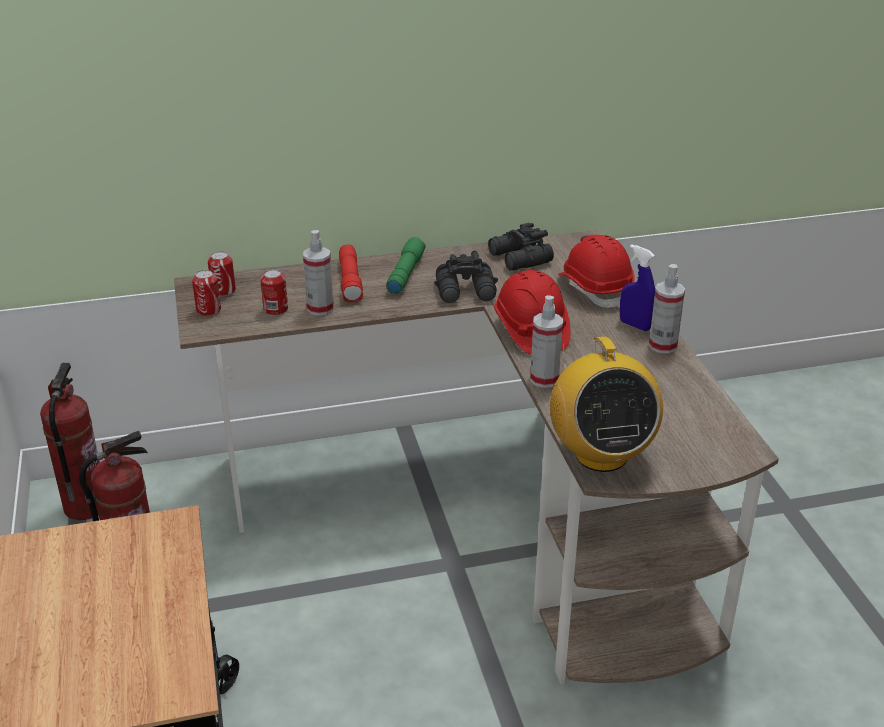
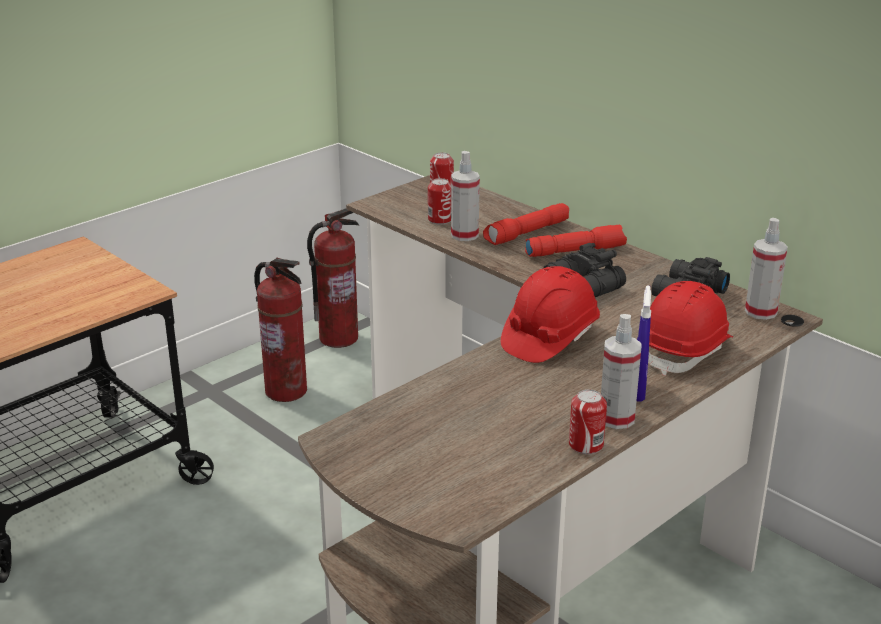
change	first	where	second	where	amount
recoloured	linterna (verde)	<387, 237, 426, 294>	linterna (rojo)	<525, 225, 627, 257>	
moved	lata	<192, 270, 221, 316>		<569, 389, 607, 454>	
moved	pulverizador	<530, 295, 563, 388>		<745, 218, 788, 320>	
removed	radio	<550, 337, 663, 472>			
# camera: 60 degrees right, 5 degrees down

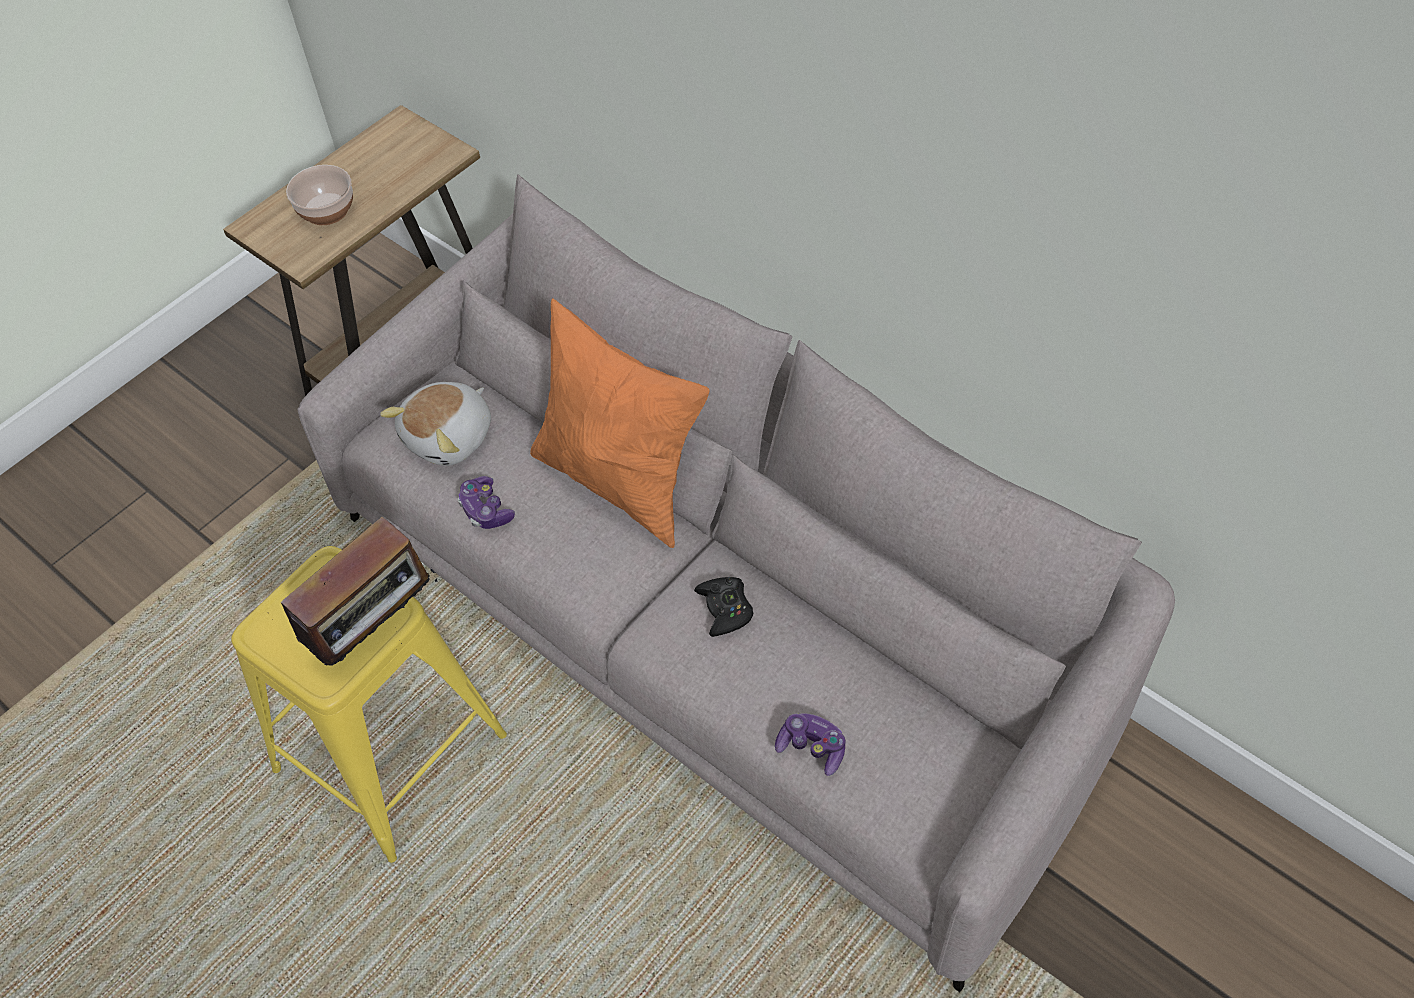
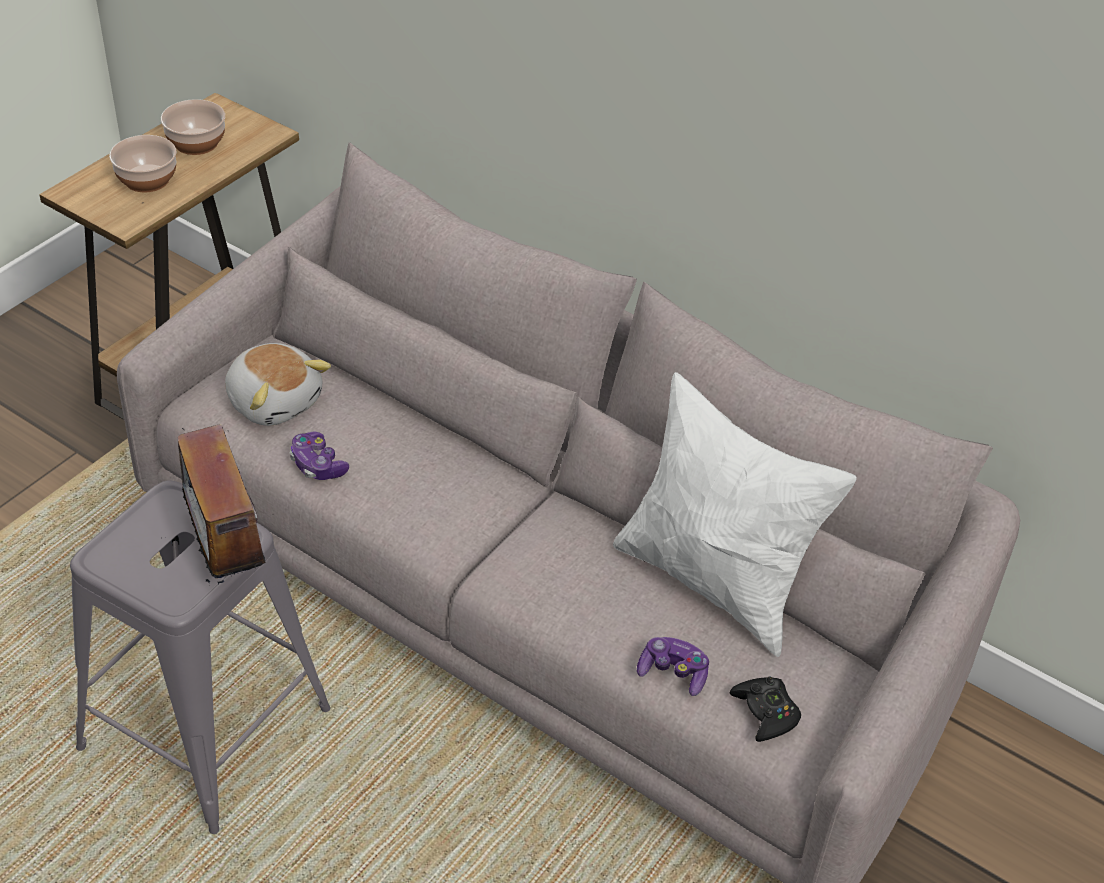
change	first	where	second	where	amount
recoloured	taburete (amarillo)	<231, 546, 507, 863>	taburete (gris)	<70, 480, 330, 834>	
added			cuenco	<161, 99, 225, 155>	
turned	radio	<281, 517, 437, 666>		<178, 424, 275, 585>	120 degrees clockwise
turned	peluche	<380, 382, 491, 466>		<225, 343, 331, 426>	75 degrees counterclockwise
added			cojín (blanco)	<613, 372, 857, 657>	
moved	mando de consola (negro)	<694, 577, 753, 637>		<730, 677, 801, 742>	
removed	cojín (naranja)	<530, 299, 709, 548>			
# camera: 10 degrees left, 10 degrees down

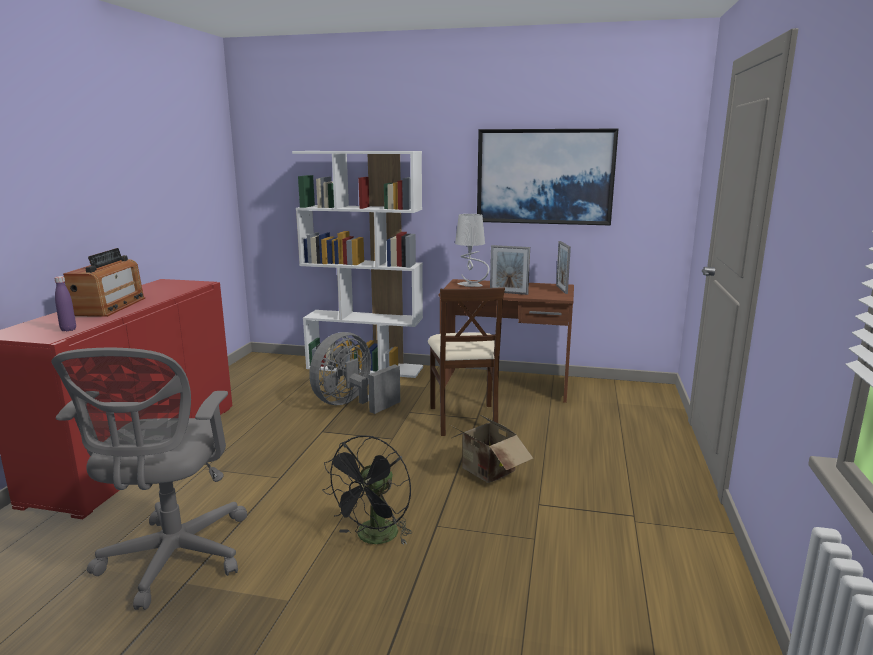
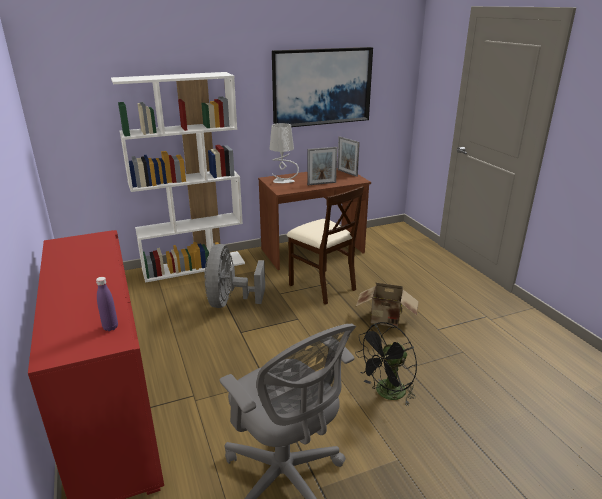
change	first	where	second	where	amount
turned	ventilador (negro)	<322, 435, 412, 545>		<355, 322, 417, 406>	60 degrees clockwise
removed	radio	<63, 248, 145, 317>			
# camera: 35 degrees left, 10 degrees up

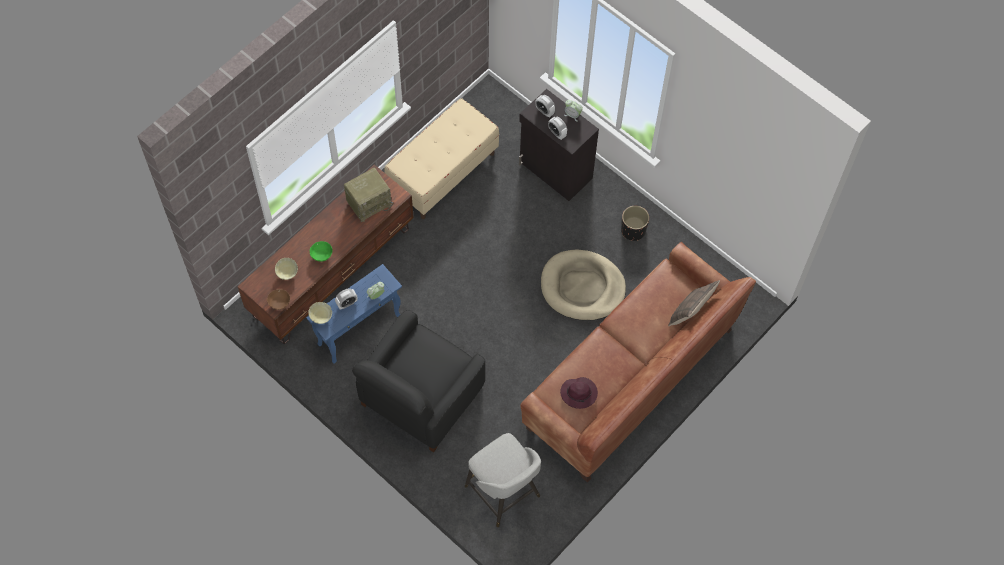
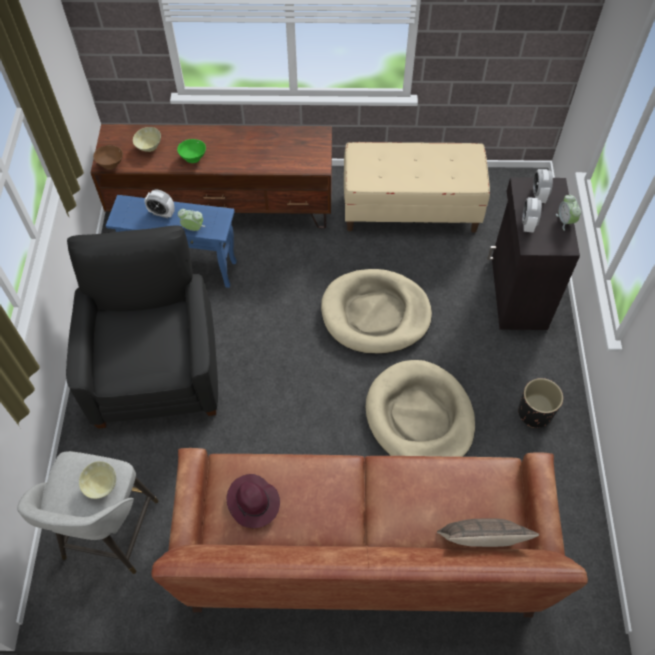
change	first	where	second	where	amount
turned	sillón (negro)	<352, 310, 486, 452>		<66, 225, 218, 429>	90 degrees clockwise
moved	cuenco (beis)	<309, 302, 332, 324>		<79, 461, 116, 499>	
added			cama para perro (beis)	<321, 269, 432, 354>	
removed	radio	<344, 168, 394, 222>			
# camera: 50 degrees right, 5 degrees down

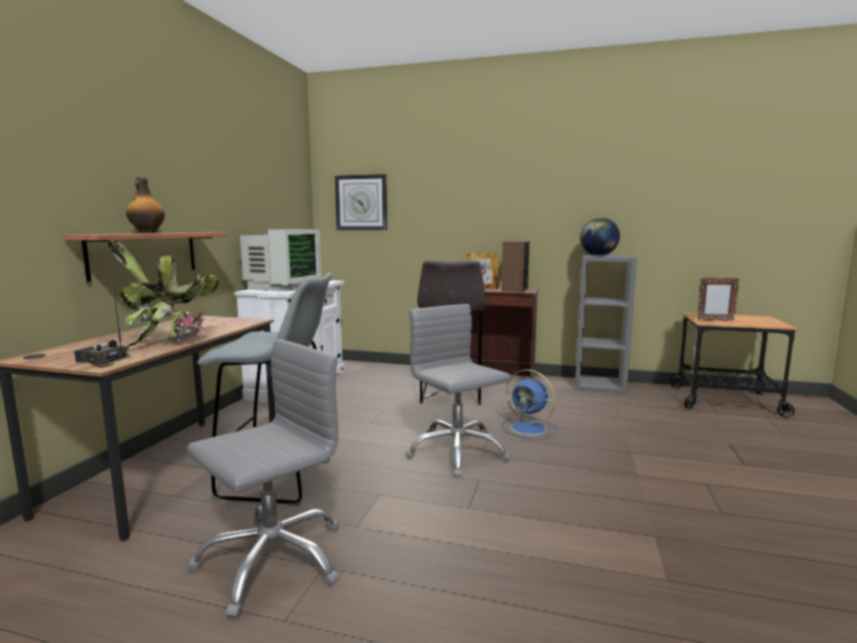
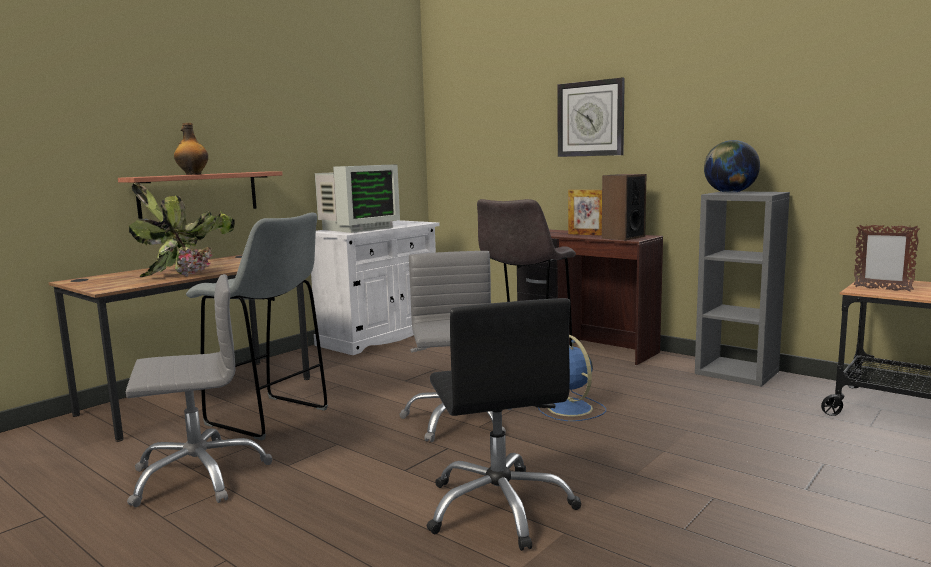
change	first	where	second	where	amount
added			silla de oficina (negro)	<427, 298, 581, 551>	
moved	reloj de pared	<335, 174, 387, 230>		<557, 78, 625, 157>	
removed	radio	<74, 293, 130, 368>			
# camera: 25 degrees right, 0 degrees up

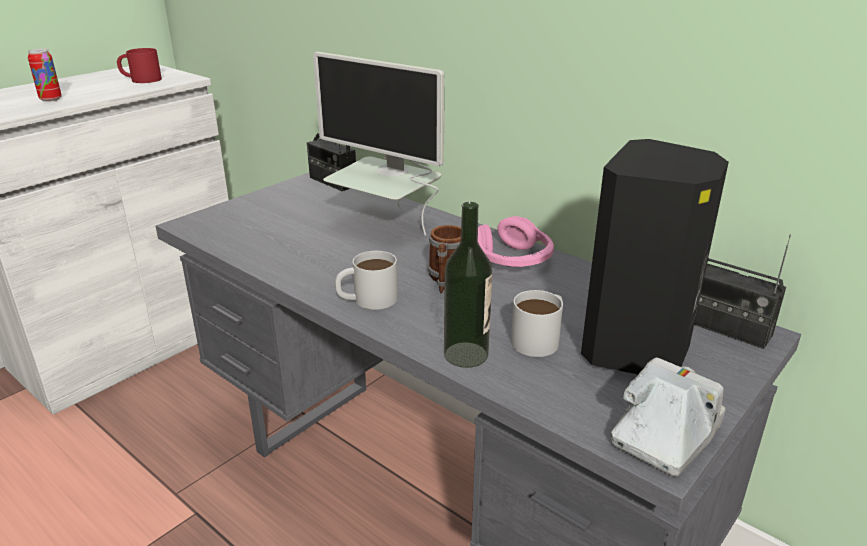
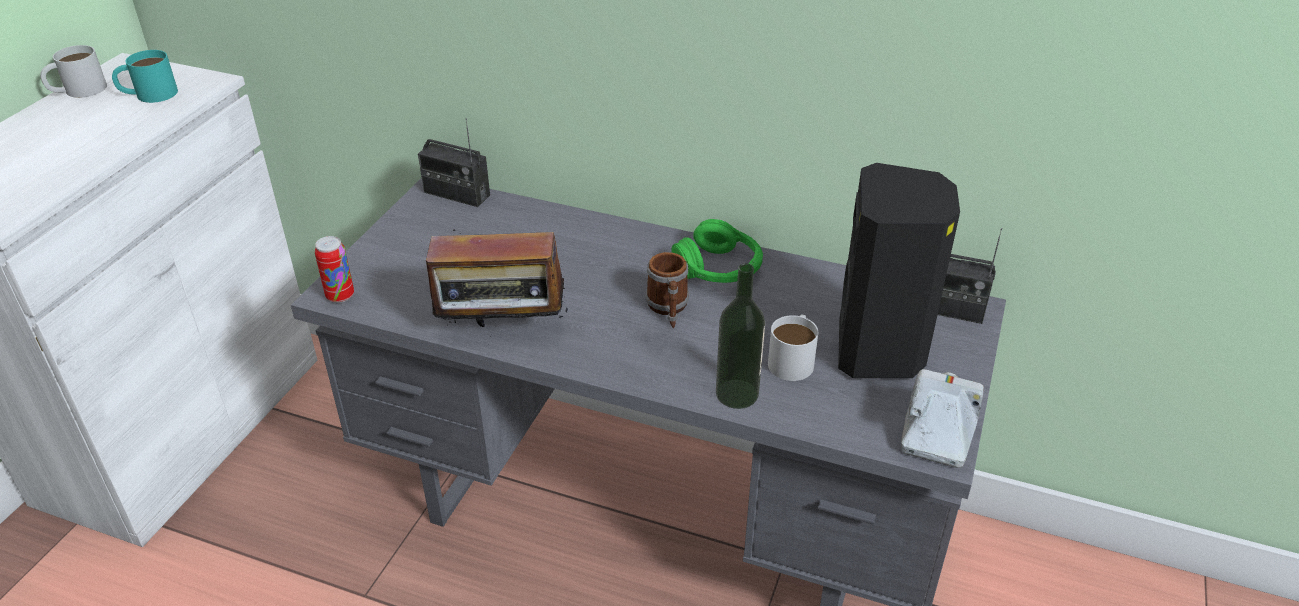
change	first	where	second	where	amount
moved	taza grande (blanco)	<335, 251, 398, 310>		<40, 45, 107, 98>	
recoloured	taza grande (rojo)	<117, 48, 162, 83>	taza grande (turquesa)	<112, 50, 178, 103>	
moved	lata	<28, 49, 62, 102>		<315, 236, 354, 303>	
added			radio	<423, 213, 568, 337>	
recoloured	auriculares (rosa)	<478, 216, 554, 267>	auriculares (verde)	<672, 219, 763, 283>	
removed	monitor	<313, 52, 445, 236>			
# camera: 20 degrees left, 10 degrees up

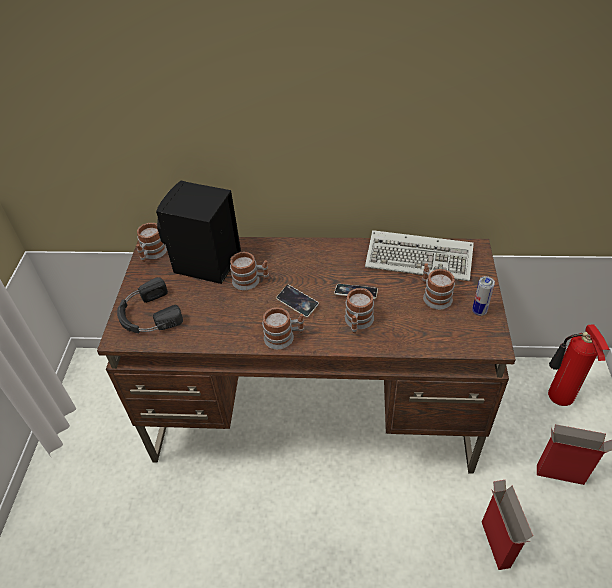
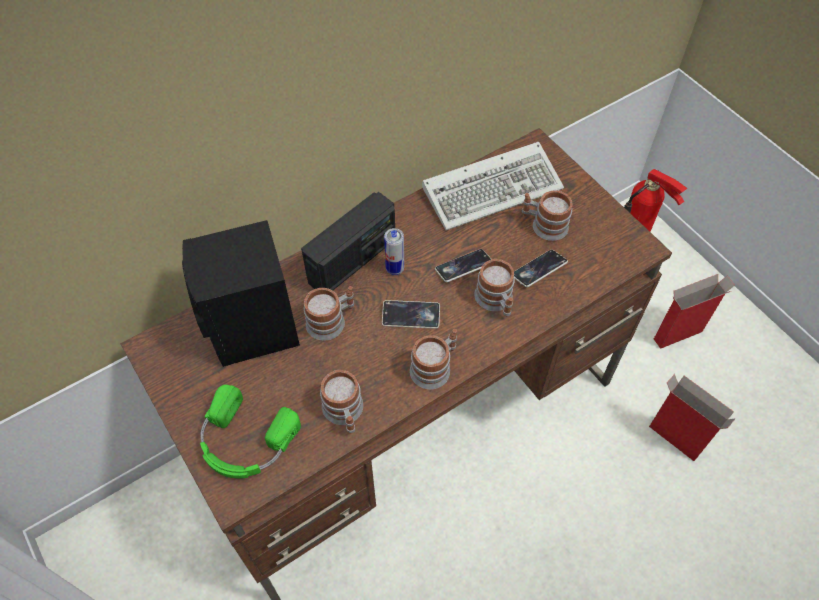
change	first	where	second	where	amount
recoloured	auriculares (negro)	<117, 277, 183, 333>	auriculares (verde)	<200, 384, 301, 478>	
added			radio	<301, 192, 395, 290>	
moved	taza grande	<136, 223, 167, 262>		<320, 370, 363, 434>	
moved	lata	<472, 276, 495, 316>		<384, 228, 404, 275>	
added			móvil	<514, 250, 568, 287>	
# camera: 40 degrees left, 10 degrees up

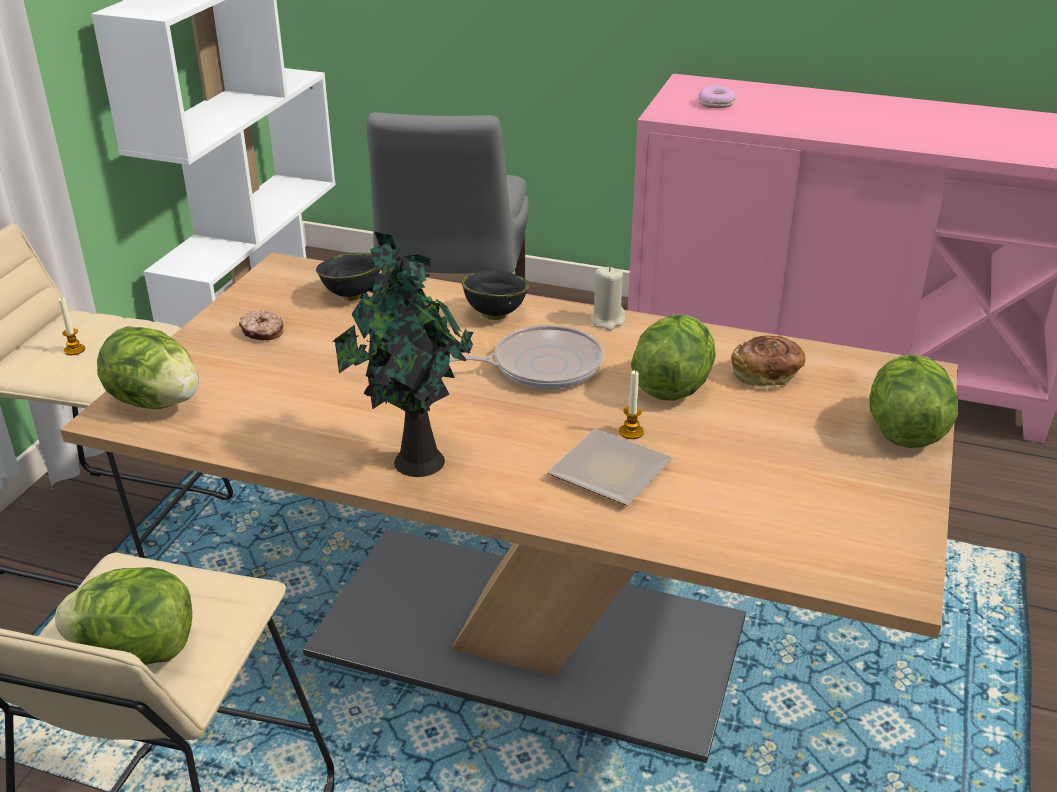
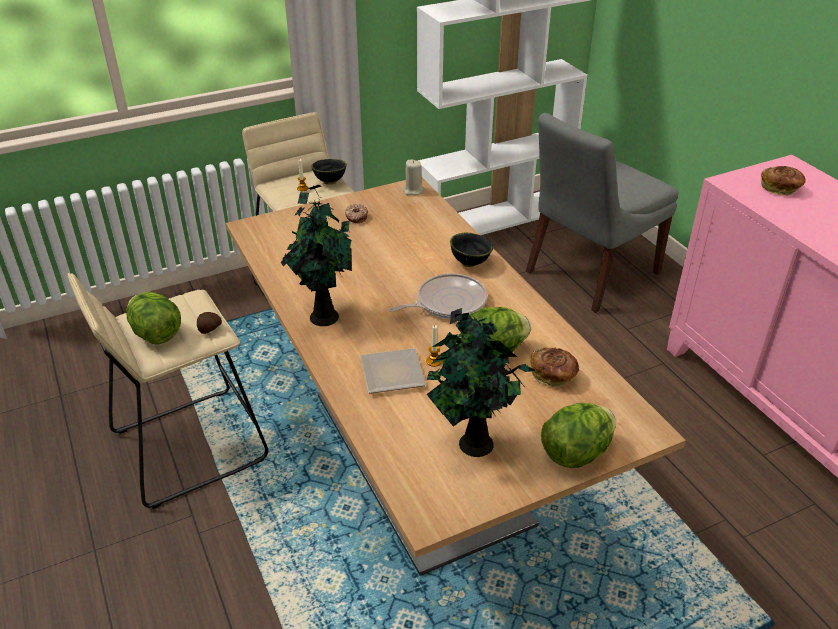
change	first	where	second	where	amount
added			patata	<197, 312, 222, 334>	
moved	cuenco (negro)	<316, 252, 380, 301>		<311, 159, 347, 185>	
turned	sartén	<449, 325, 604, 389>		<388, 273, 487, 319>	60 degrees counterclockwise
moved	vela (beis)	<590, 266, 626, 330>		<403, 160, 424, 195>	
added			planta en maceta	<427, 308, 535, 457>	
replaced	rosquilla	<698, 85, 736, 108>	pan	<761, 166, 806, 195>	
removed	lechuga	<97, 326, 199, 409>			
# camera: 45 degrees right, 5 degrees up

